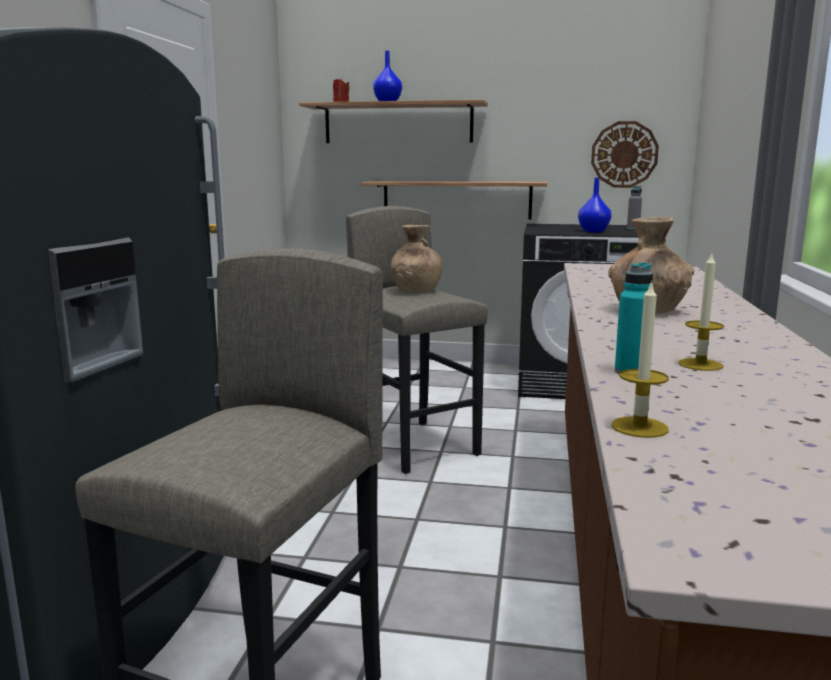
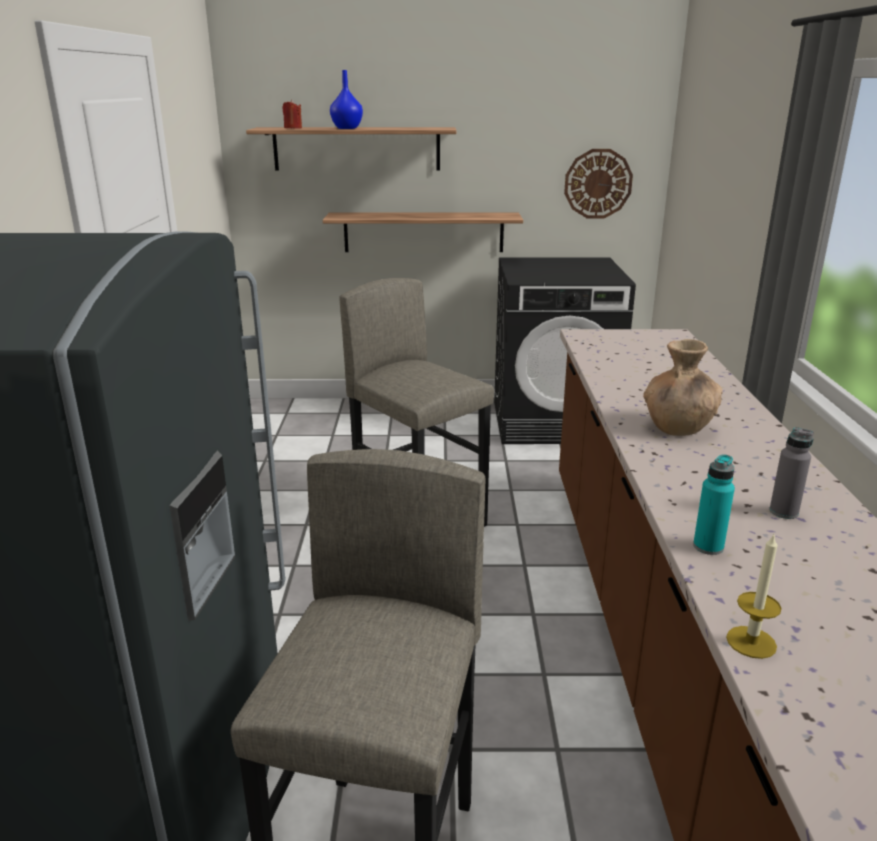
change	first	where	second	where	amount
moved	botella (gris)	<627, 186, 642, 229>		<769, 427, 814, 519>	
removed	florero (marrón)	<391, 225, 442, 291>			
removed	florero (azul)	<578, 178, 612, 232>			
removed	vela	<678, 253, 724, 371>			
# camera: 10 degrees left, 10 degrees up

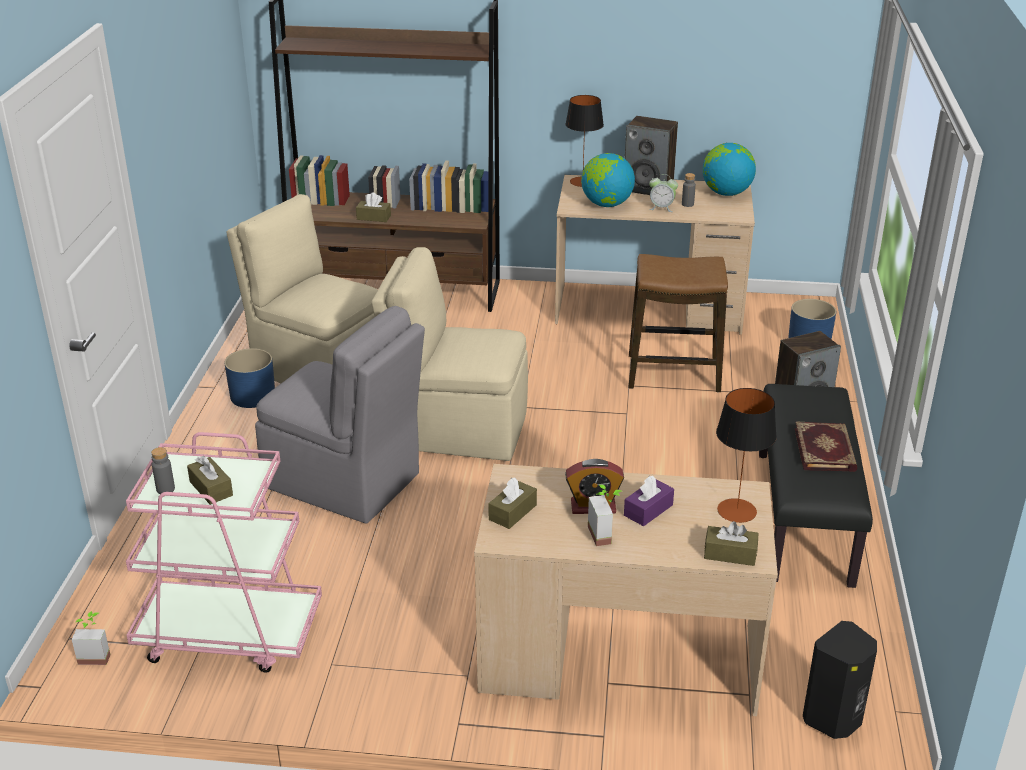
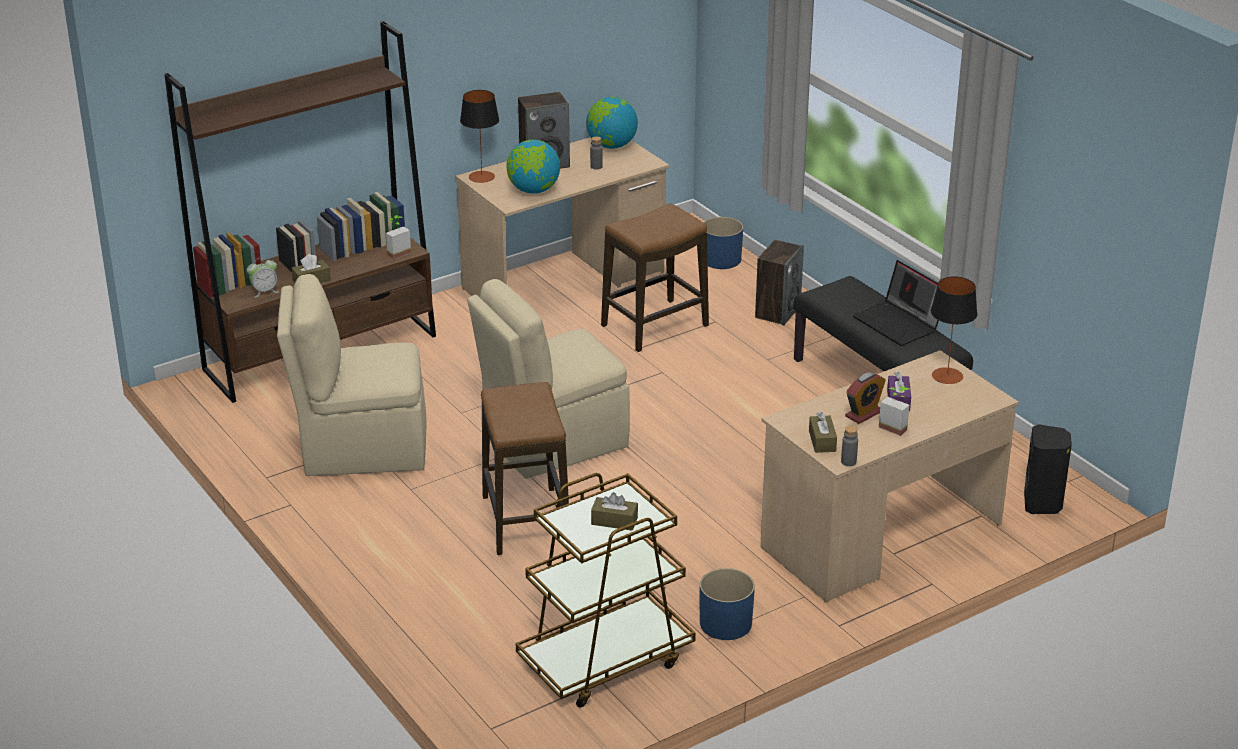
change	first	where	second	where	amount
moved	despertador	<649, 174, 678, 212>		<247, 257, 278, 298>	
moved	planta en maceta	<72, 611, 110, 665>		<386, 215, 411, 259>	
replaced	silla (gris)	<255, 306, 425, 523>	taburete	<481, 382, 569, 555>	
recoloured	carrito (rosa)	<126, 432, 322, 673>	carrito (marrón)	<516, 473, 696, 708>	
moved	maceta (azul)	<224, 348, 275, 408>		<700, 568, 755, 640>	
moved	botella (gris)	<151, 447, 175, 494>		<841, 426, 858, 466>	
replaced	libro	<795, 421, 858, 472>	portátil	<853, 260, 939, 346>	
removed	caja de pañuelos (marrón)	<704, 521, 758, 566>			
# camera: 40 degrees left, 0 degrees up

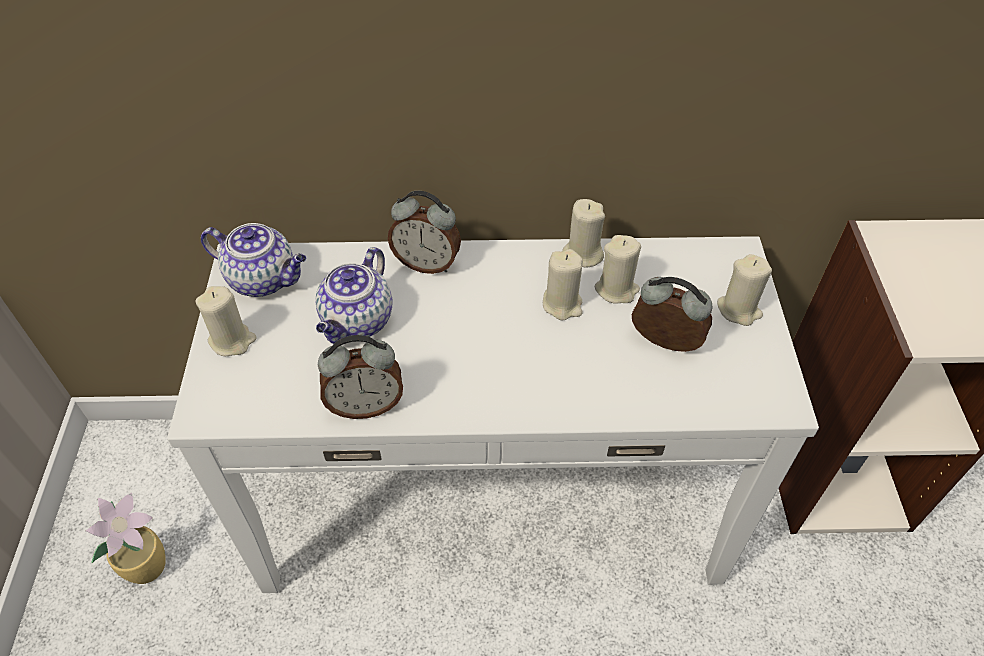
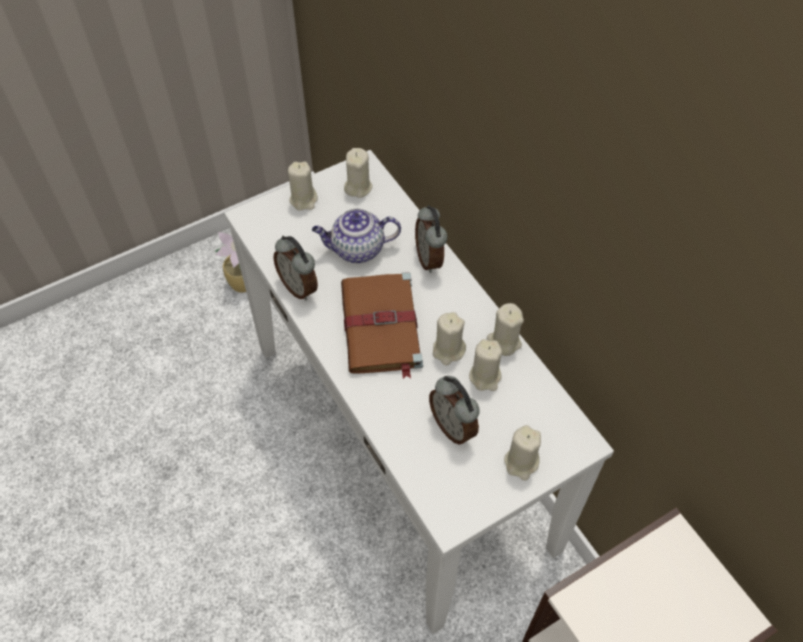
change	first	where	second	where	amount
added			libro (marrón)	<341, 272, 423, 379>	
replaced	tetera	<201, 223, 307, 297>	vela (beis)	<344, 148, 373, 198>	
turned	despertador	<632, 277, 713, 352>		<429, 376, 480, 444>	150 degrees clockwise
# camera: 60 degrees right, 5 degrees up

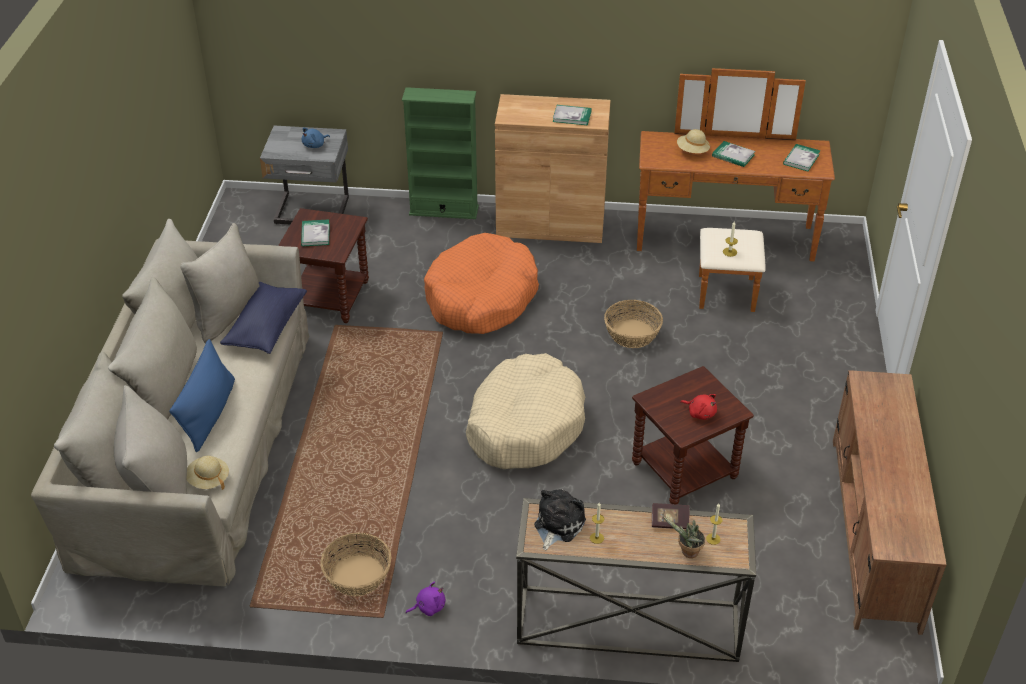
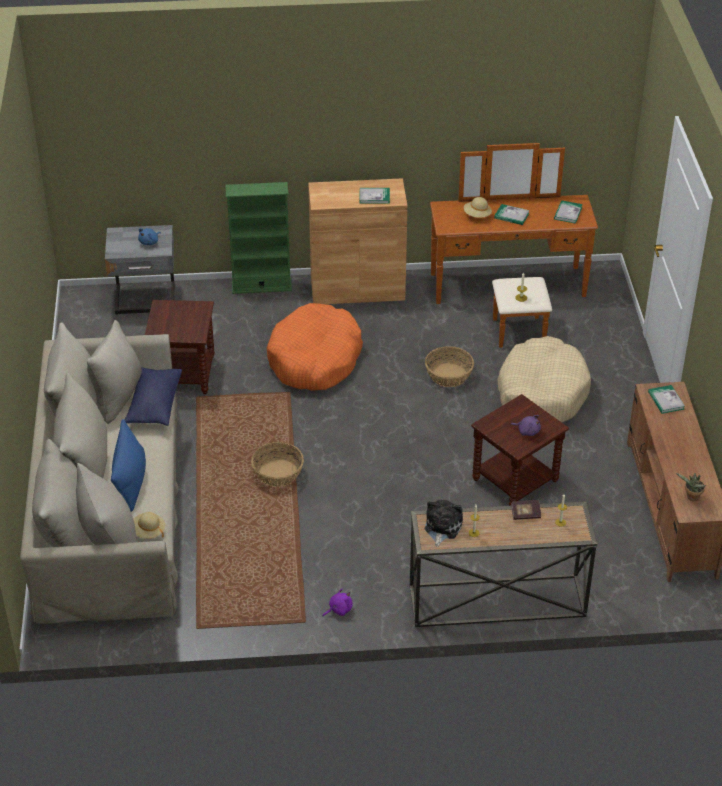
change	first	where	second	where	amount
moved	cesta	<320, 533, 392, 596>		<251, 442, 304, 487>	
moved	cama para perro (beis)	<466, 353, 585, 469>		<497, 336, 591, 422>	
recoloured	peluche (rojo)	<680, 394, 717, 420>	peluche (morado)	<510, 415, 541, 436>	
moved	libro	<301, 219, 330, 247>		<648, 385, 685, 414>	
moved	planta en maceta	<663, 517, 705, 558>		<676, 473, 706, 501>	
# camera: 10 degrees left, 0 degrees up

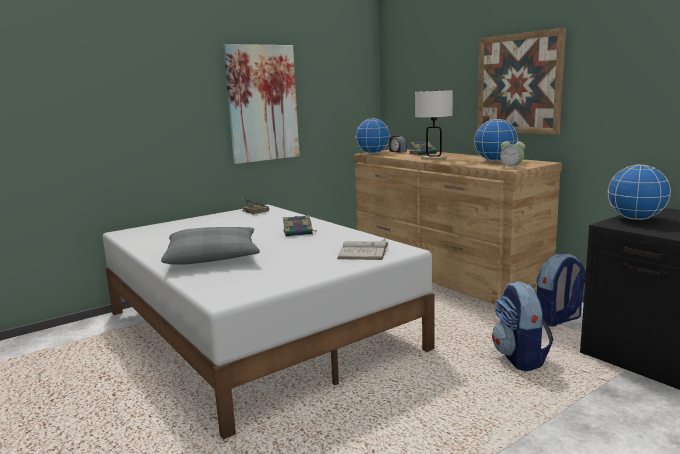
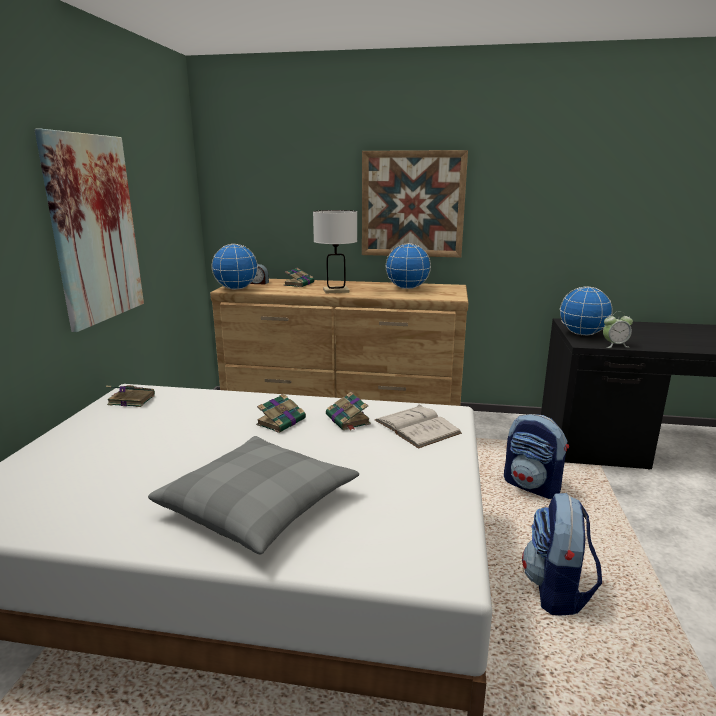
change	first	where	second	where	amount
added			libro	<326, 392, 371, 430>	
moved	mochila	<536, 254, 586, 327>		<522, 493, 602, 616>	
moved	despertador	<500, 137, 525, 170>		<603, 312, 633, 348>	
# camera: 45 degrees left, 5 degrees up

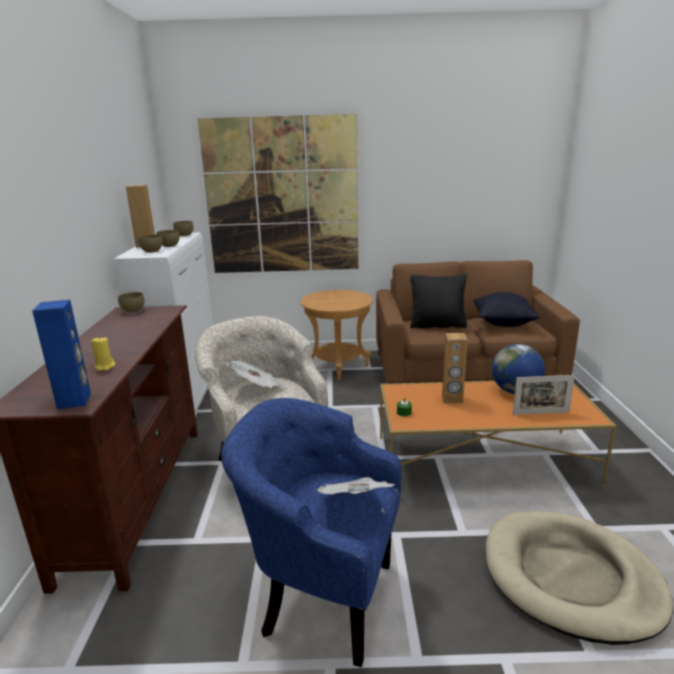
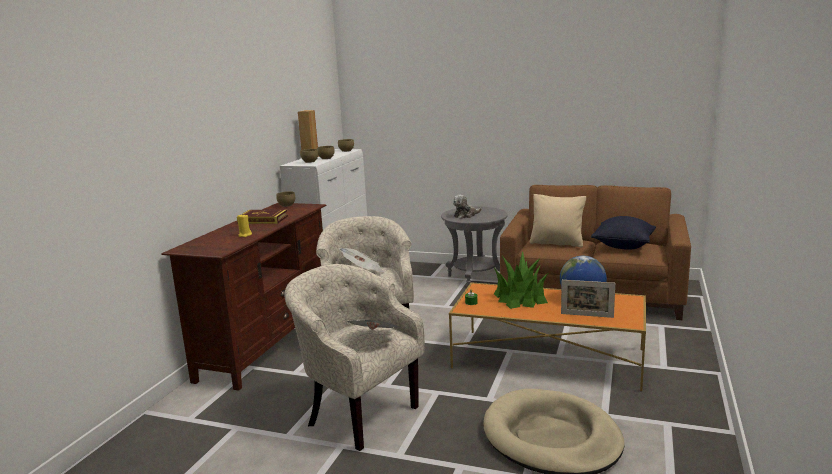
change	first	where	second	where	amount
added			libro	<237, 209, 288, 224>	
recoloured	sillón (azul)	<221, 398, 401, 667>	sillón (beis)	<284, 264, 425, 451>	
recoloured	mesa auxiliar (marrón)	<301, 290, 373, 380>	mesa auxiliar (gris)	<441, 207, 508, 287>	
added			peluche	<453, 195, 482, 219>	
replaced	altavoz (marrón)	<442, 333, 468, 403>	planta en maceta	<494, 251, 548, 309>	
recoloured	cojín (negro)	<410, 274, 467, 328>	cojín (beis)	<530, 194, 586, 247>	
removed	altavoz (azul)	<32, 300, 91, 409>			
removed	cuadro	<197, 114, 358, 273>			
# camera: 20 degrees right, 5 degrees down

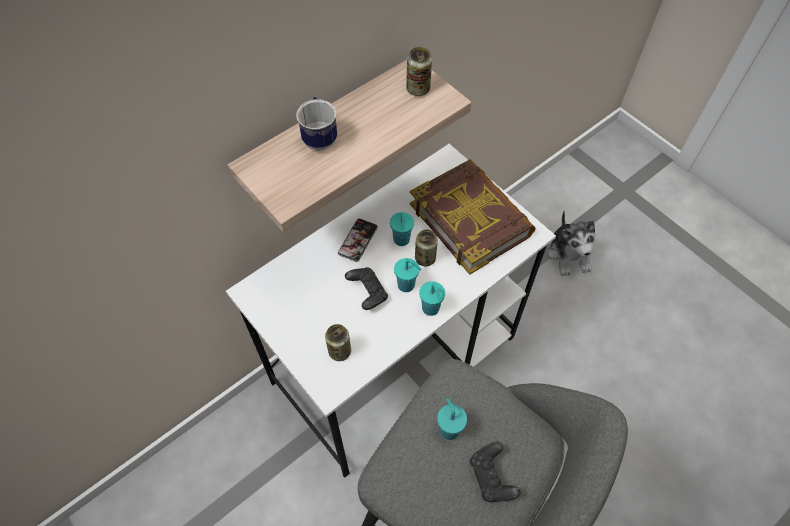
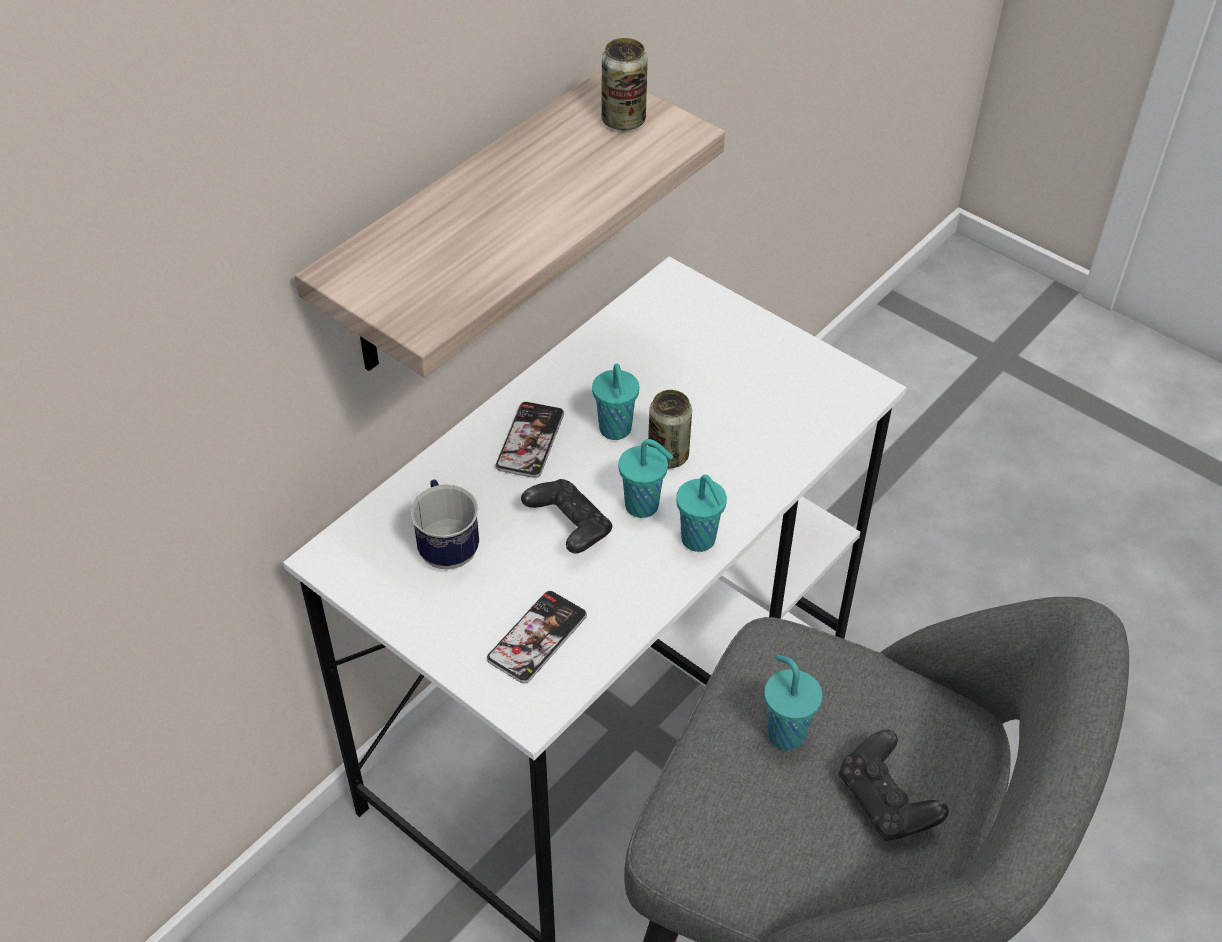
change	first	where	second	where	amount
moved	taza grande	<296, 97, 337, 150>		<410, 479, 479, 570>	
replaced	lata	<325, 324, 351, 361>	móvil	<487, 591, 587, 683>	
removed	libro	<410, 159, 536, 275>			
removed	peluche	<548, 211, 595, 276>			
# camera: 10 degrees left, 10 degrees down

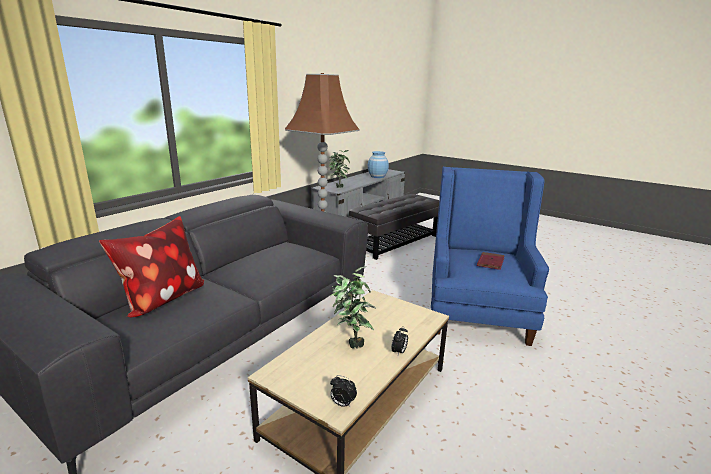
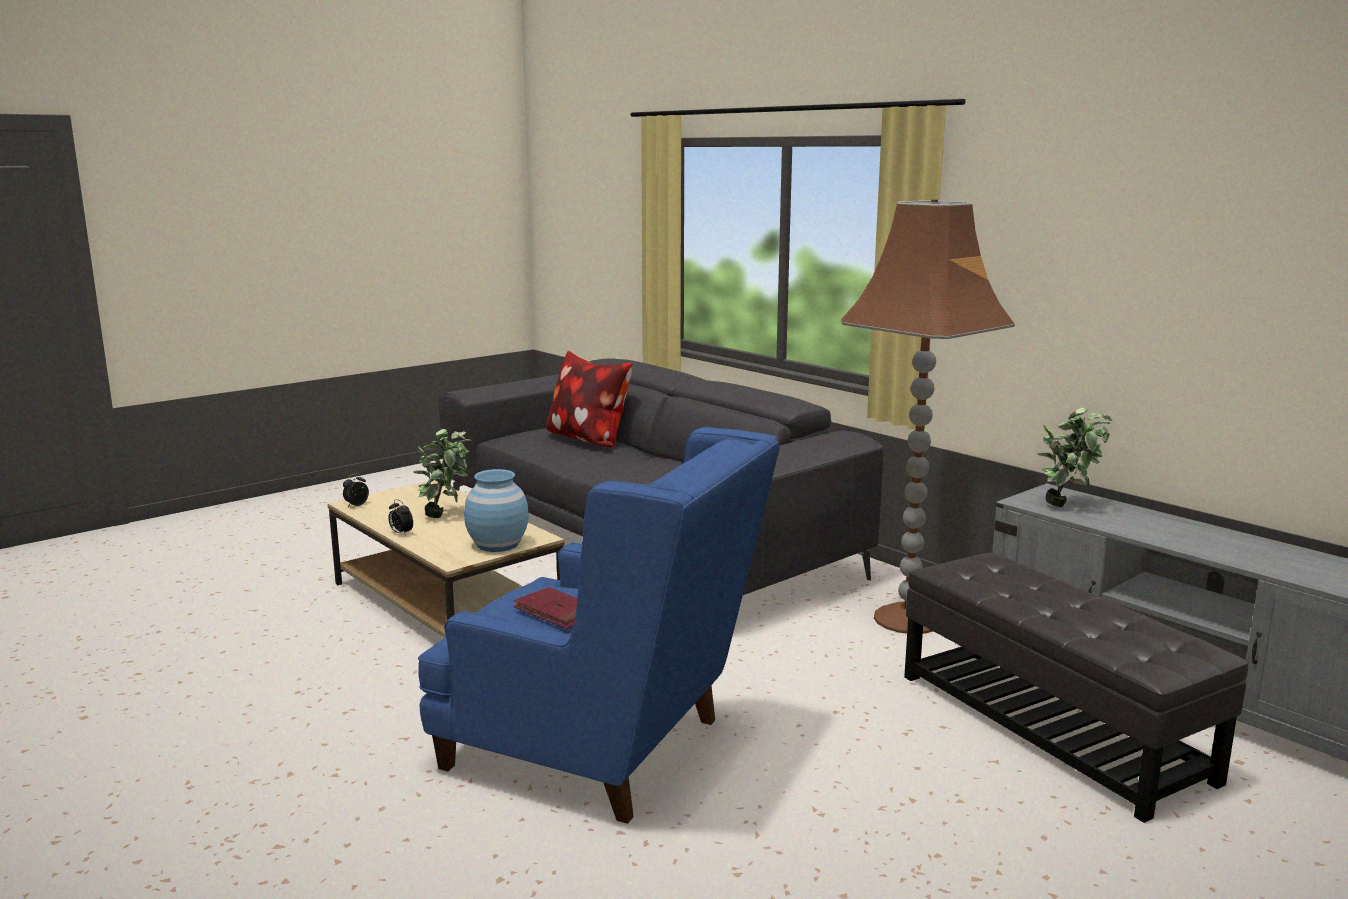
change	first	where	second	where	amount
moved	florero (azul)	<368, 151, 389, 178>		<464, 469, 529, 552>	
# camera: 105 degrees right, 5 degrees down

